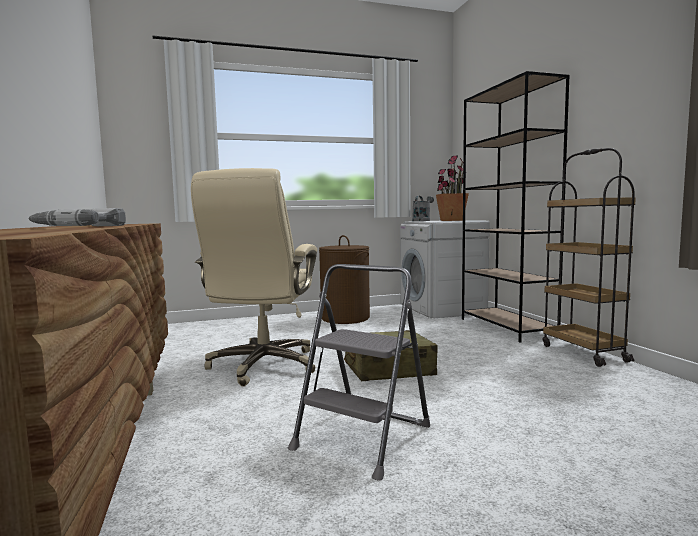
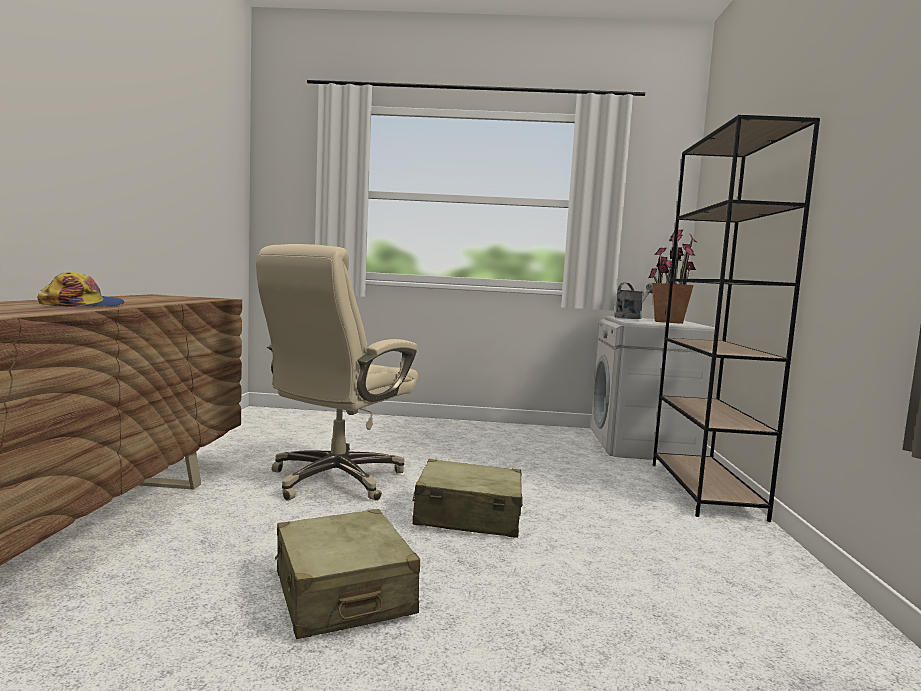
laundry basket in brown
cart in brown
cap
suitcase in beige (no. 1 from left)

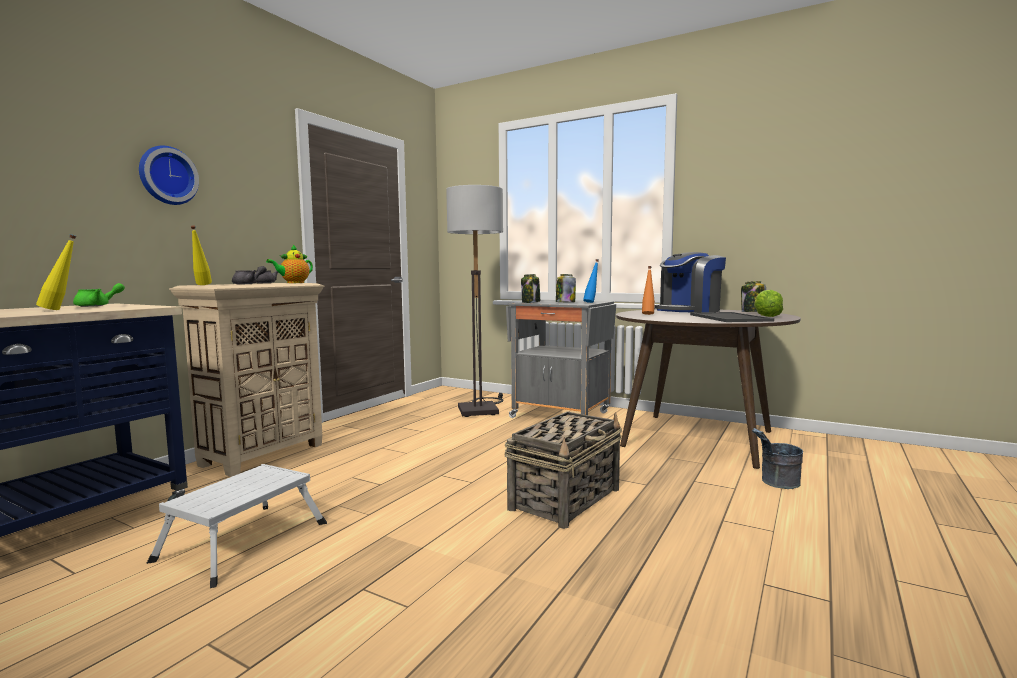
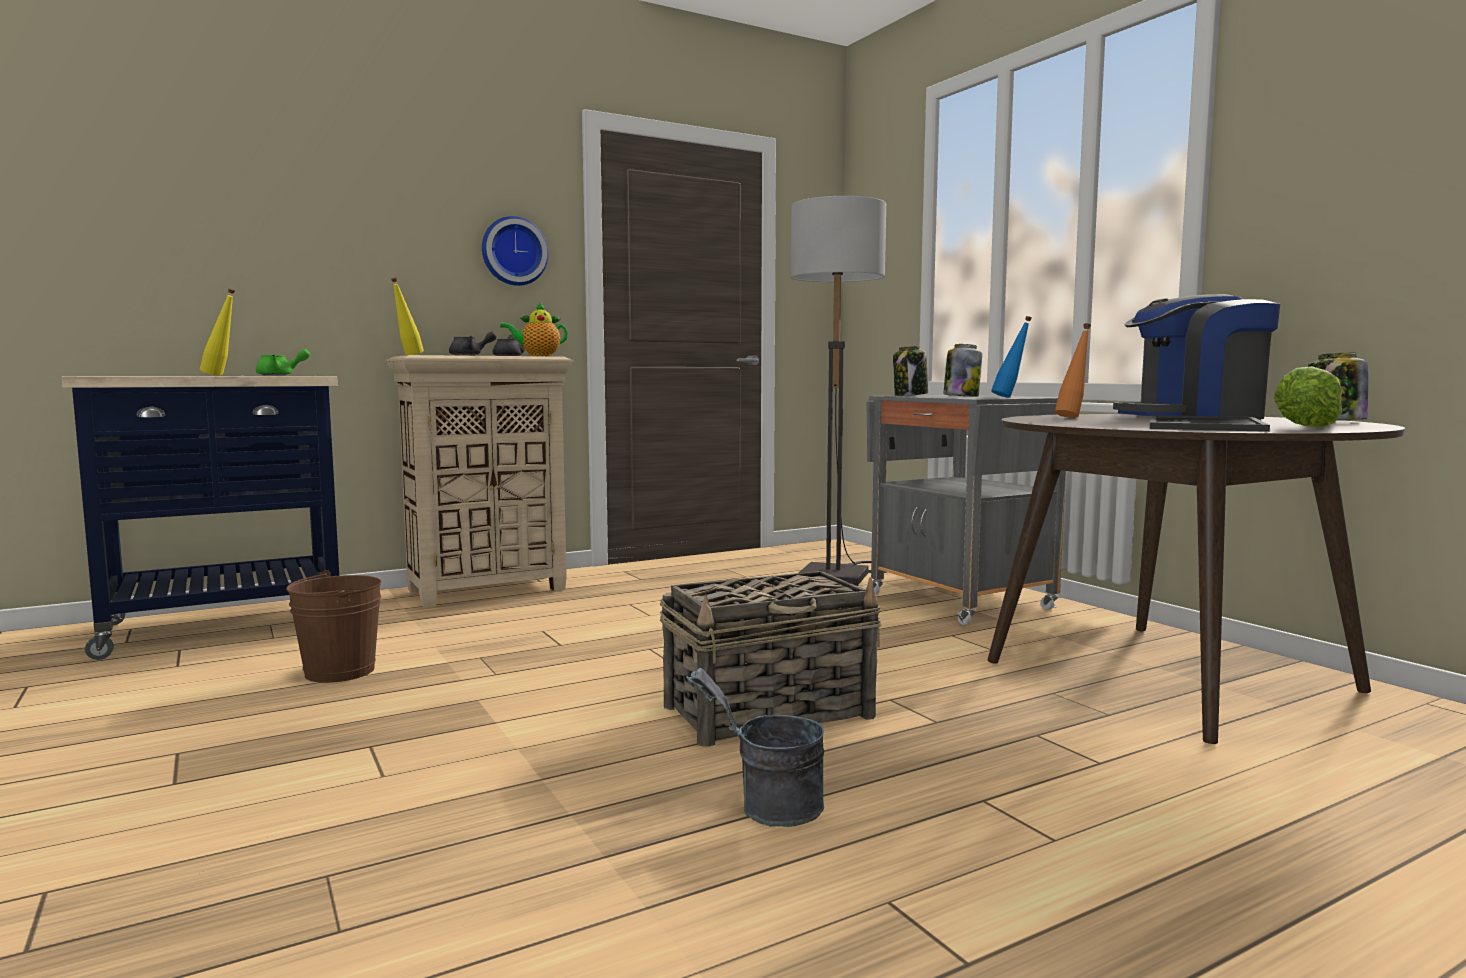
wall clock
bucket in grey
bucket in brown

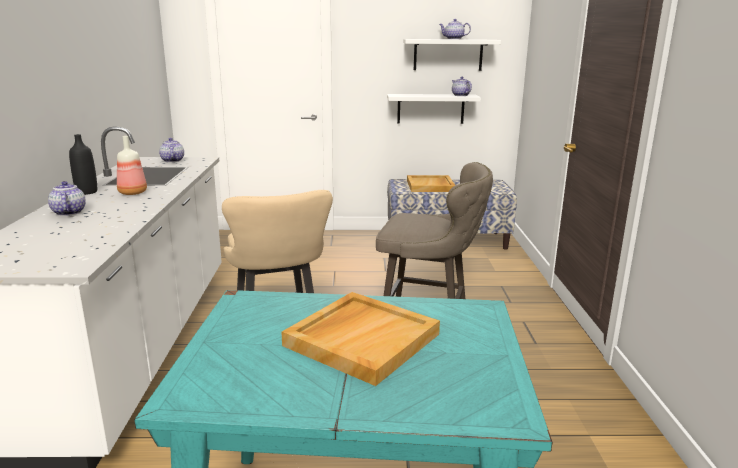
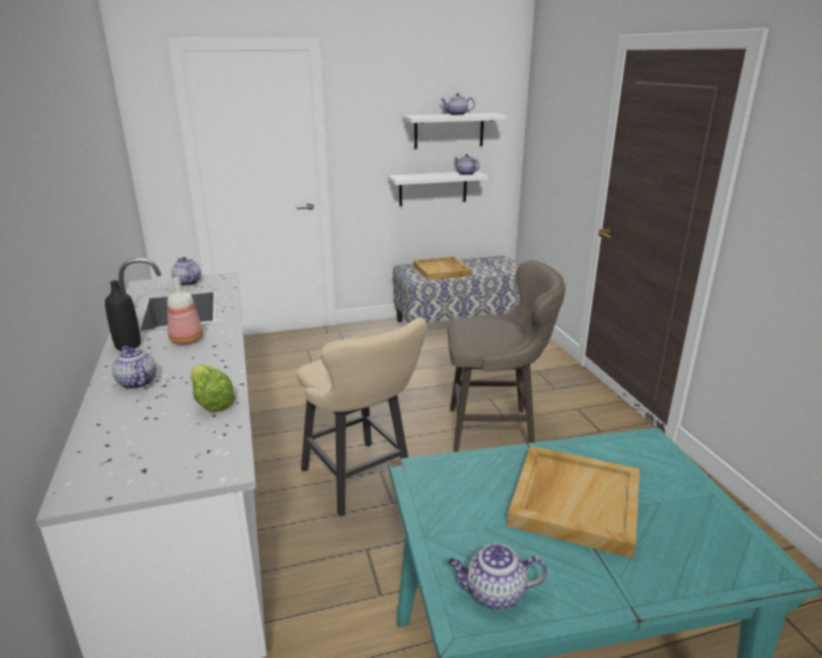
lettuce
teapot (no. 5 from left)

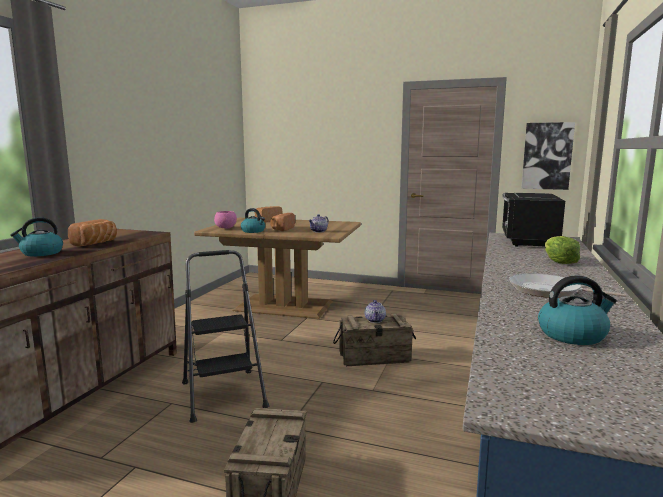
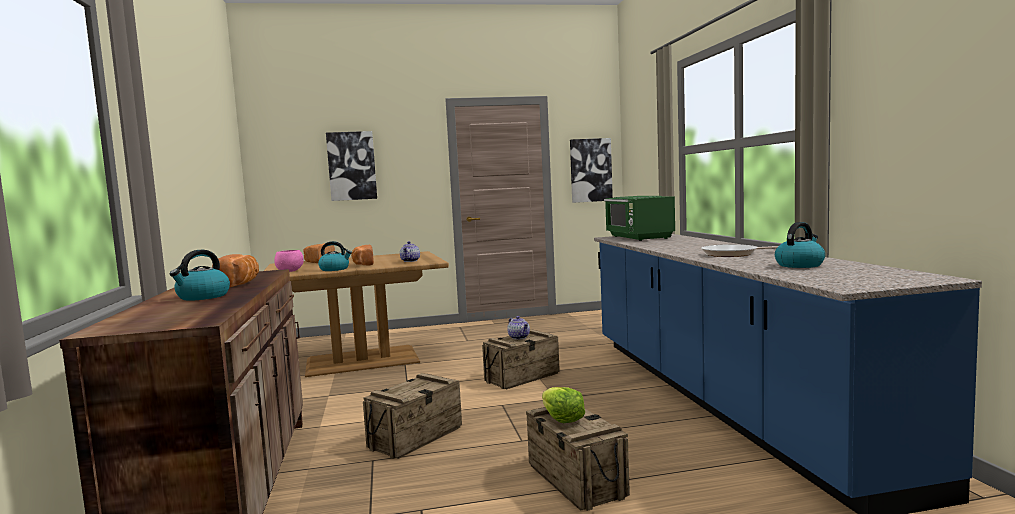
picture (no. 1 from left)
lettuce
crate (no. 1 from left)
microwave in green

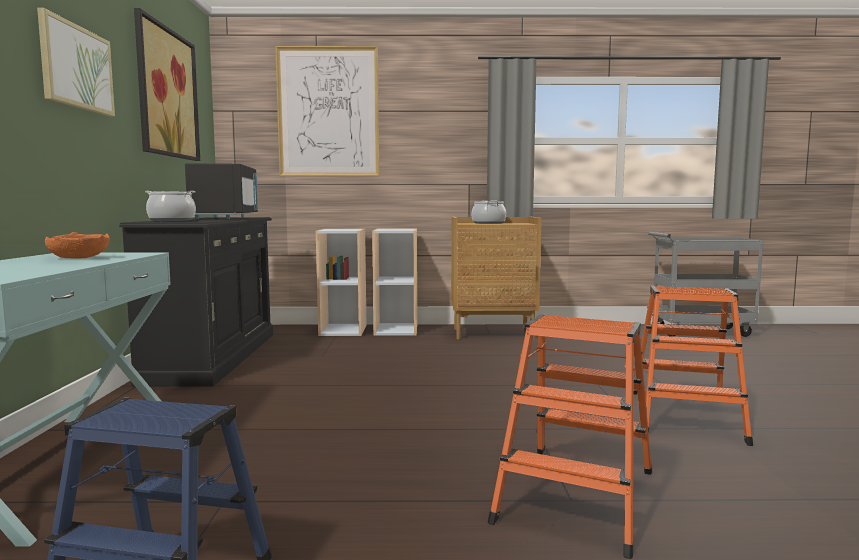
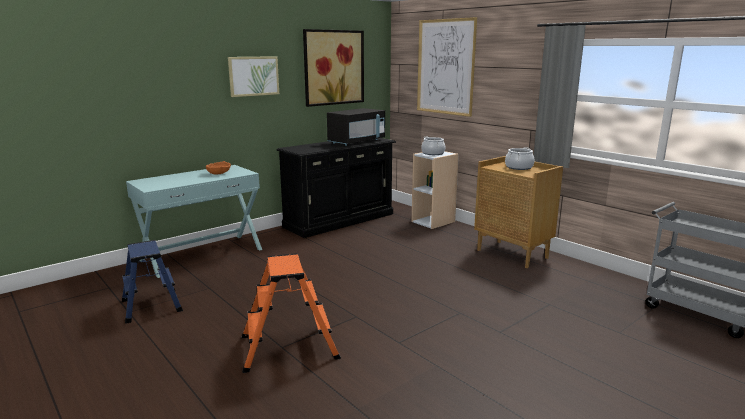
bookcase (no. 2 from left in the first image)
step ladder in orange (no. 2 from left in the first image)
cooking pot (no. 1 from left)

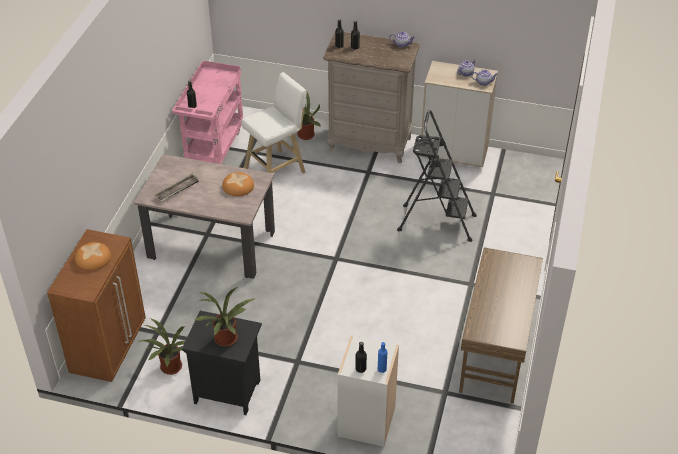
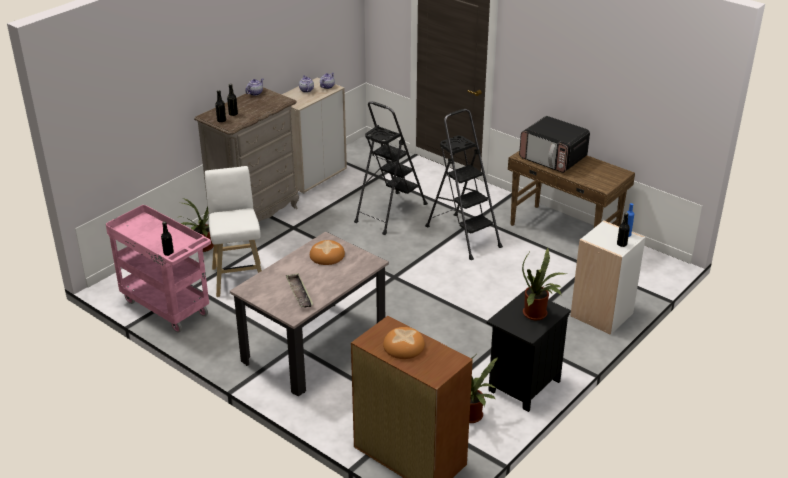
step ladder (no. 2 from left)
microwave

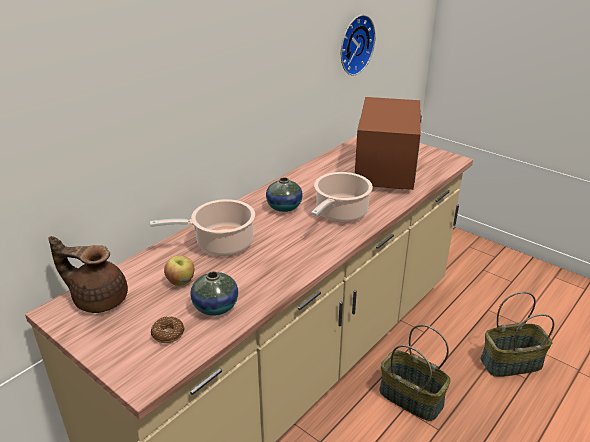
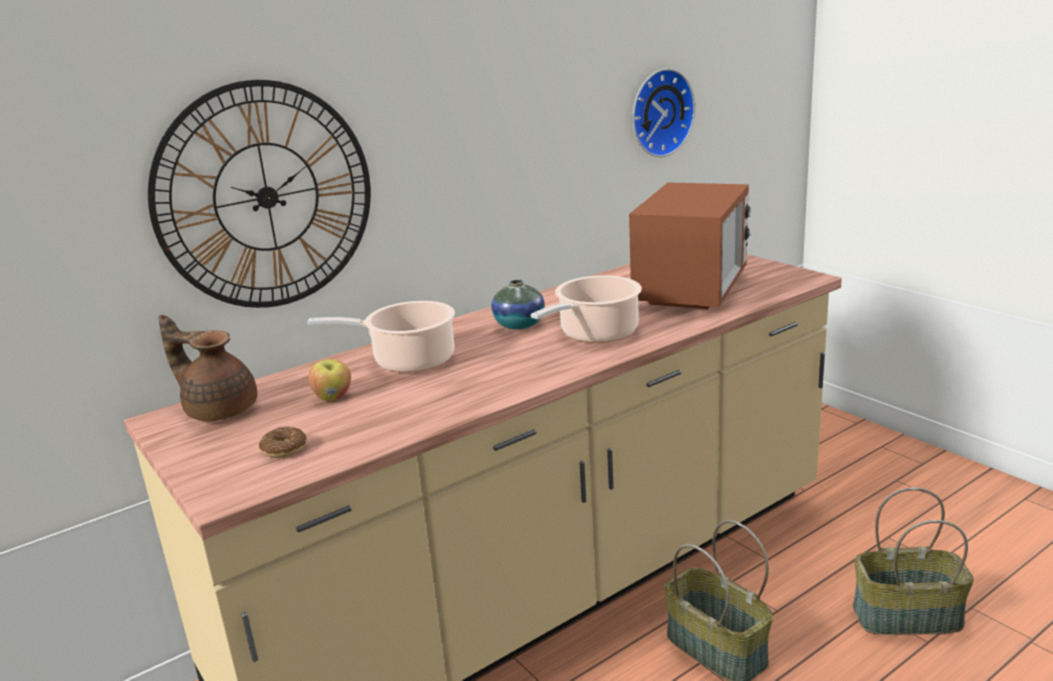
vase (no. 1 from left in the first image)
wall clock (no. 1 from left)

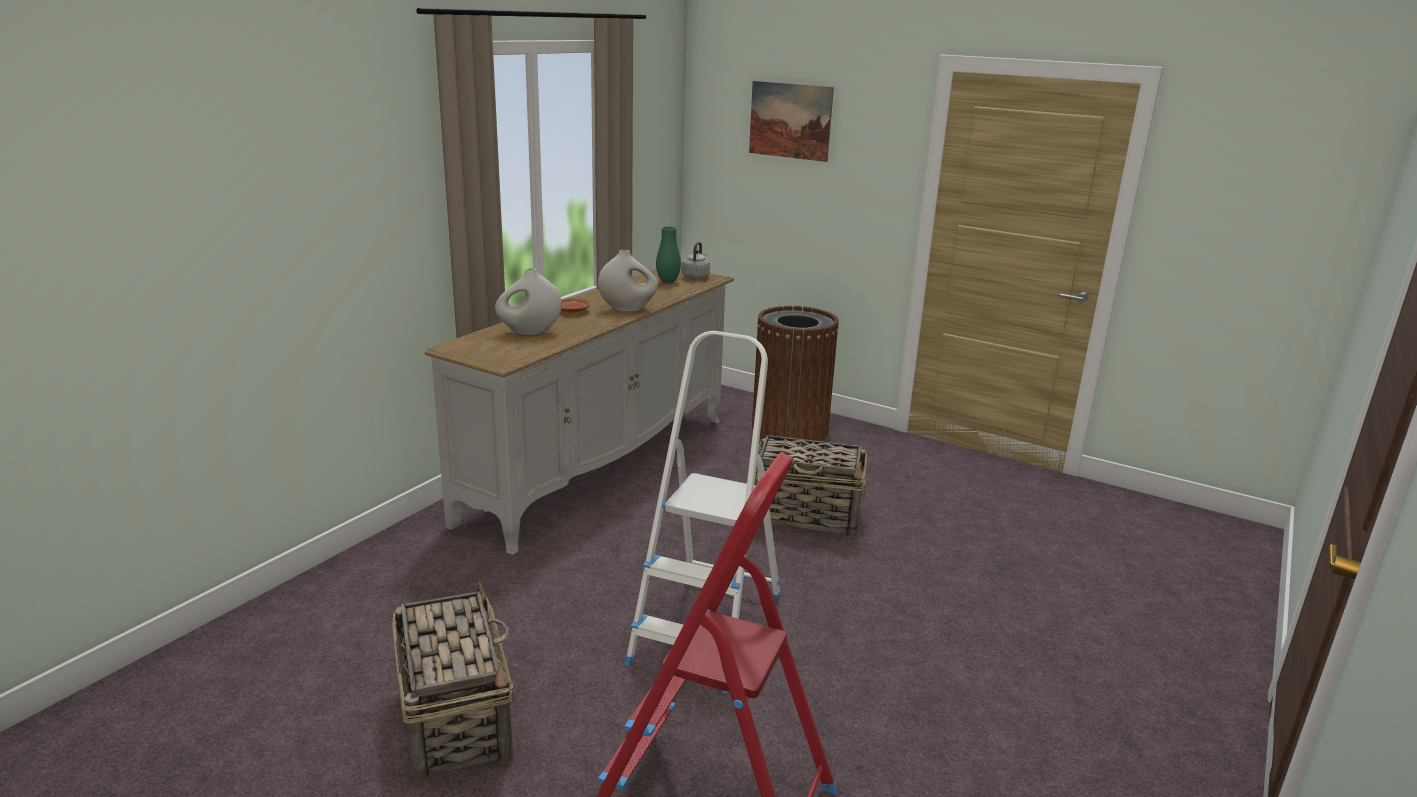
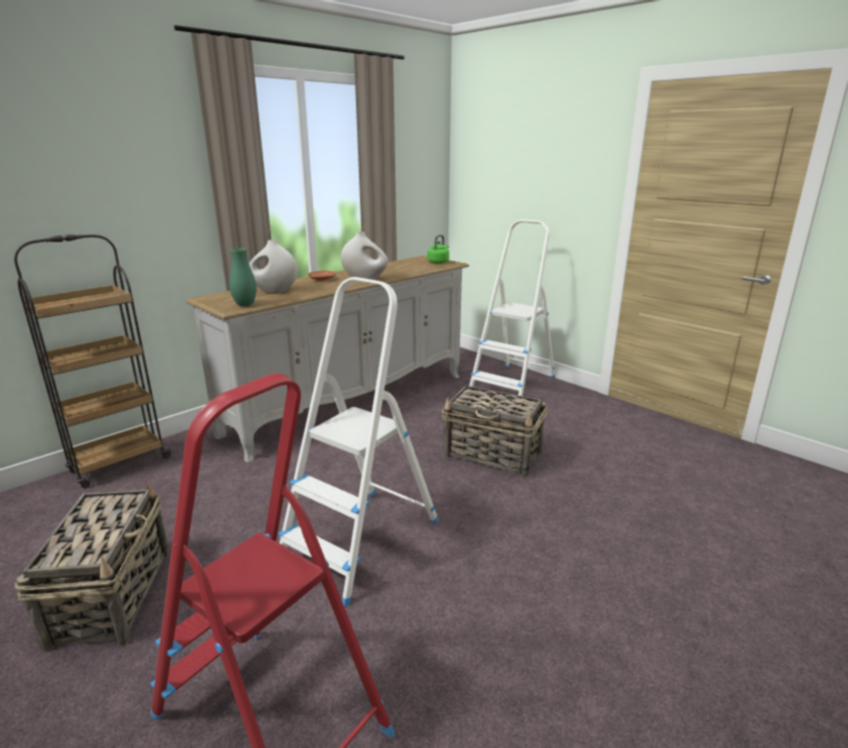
picture
cart in brown
vase in green
step ladder in white (no. 2 from left)
kettle in green

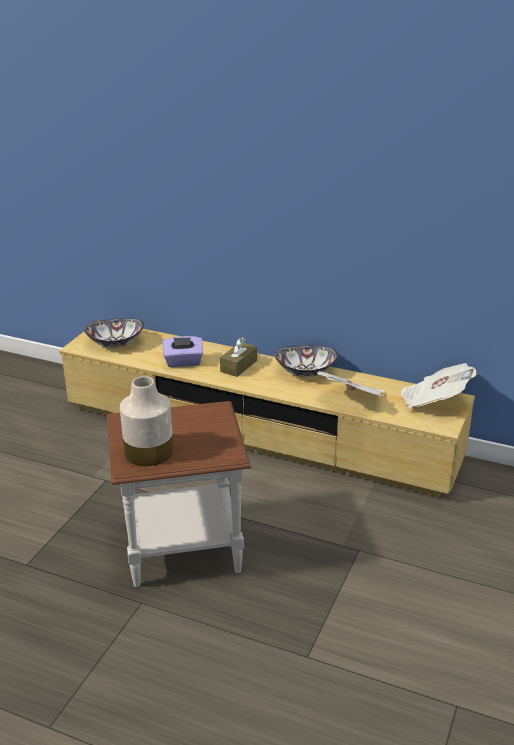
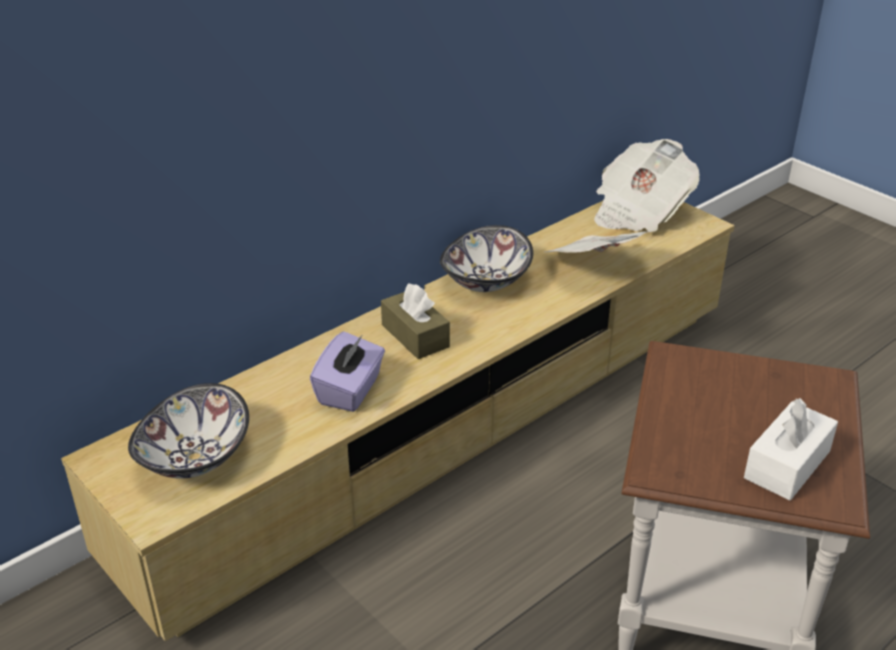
tissue box in white

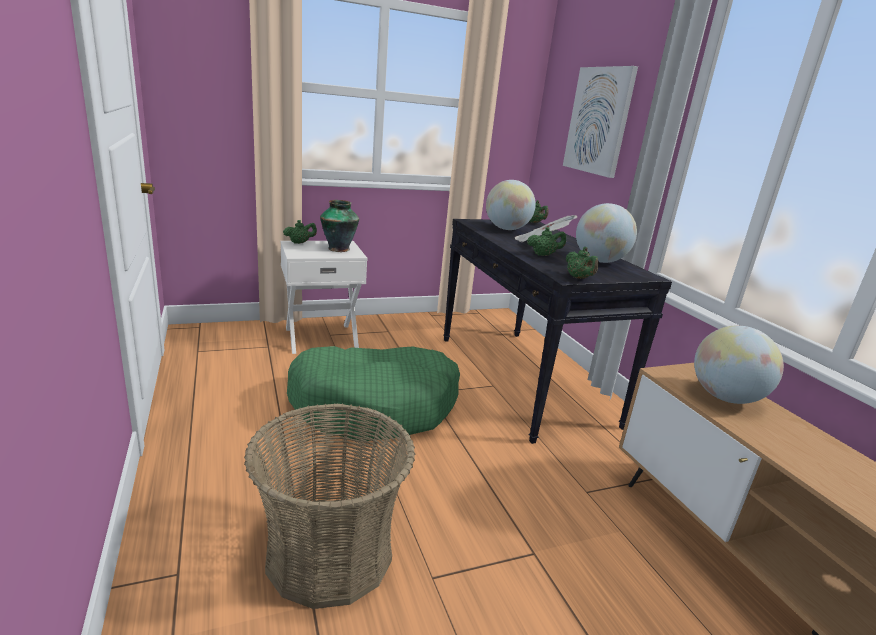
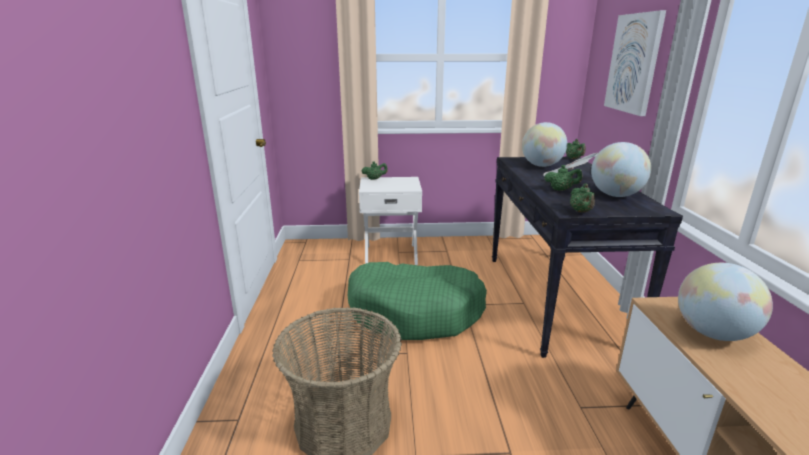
vase

